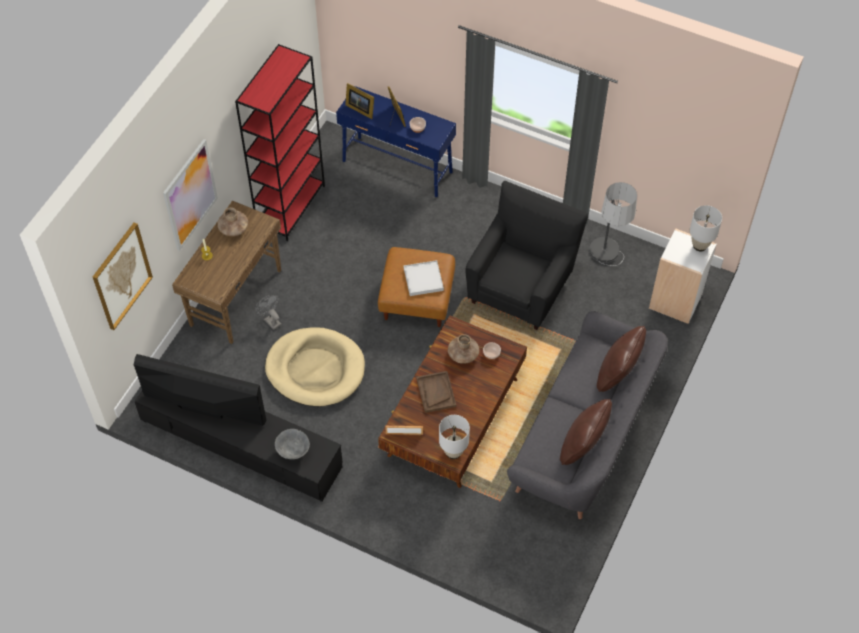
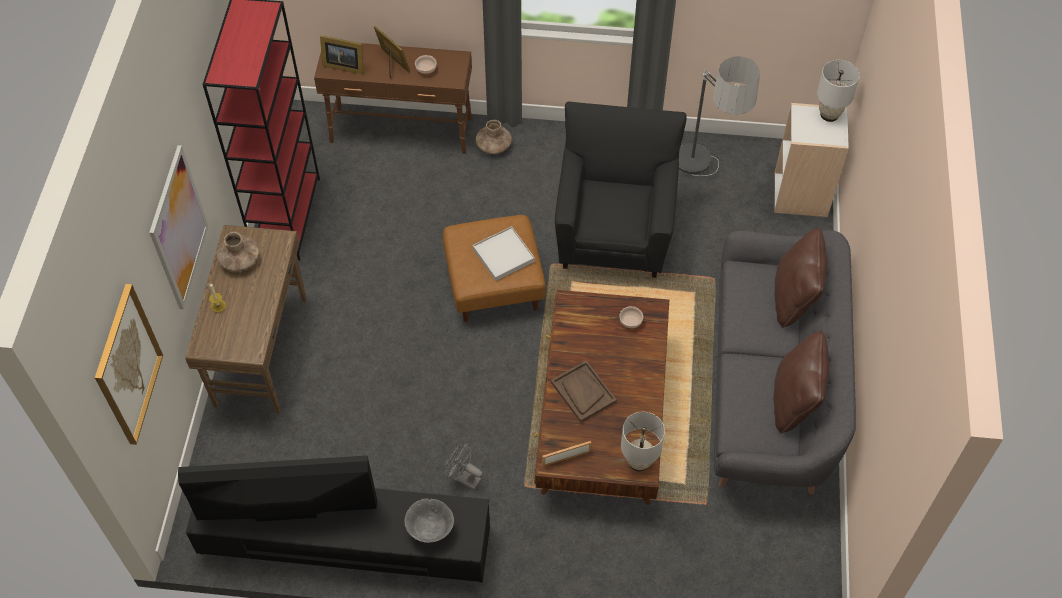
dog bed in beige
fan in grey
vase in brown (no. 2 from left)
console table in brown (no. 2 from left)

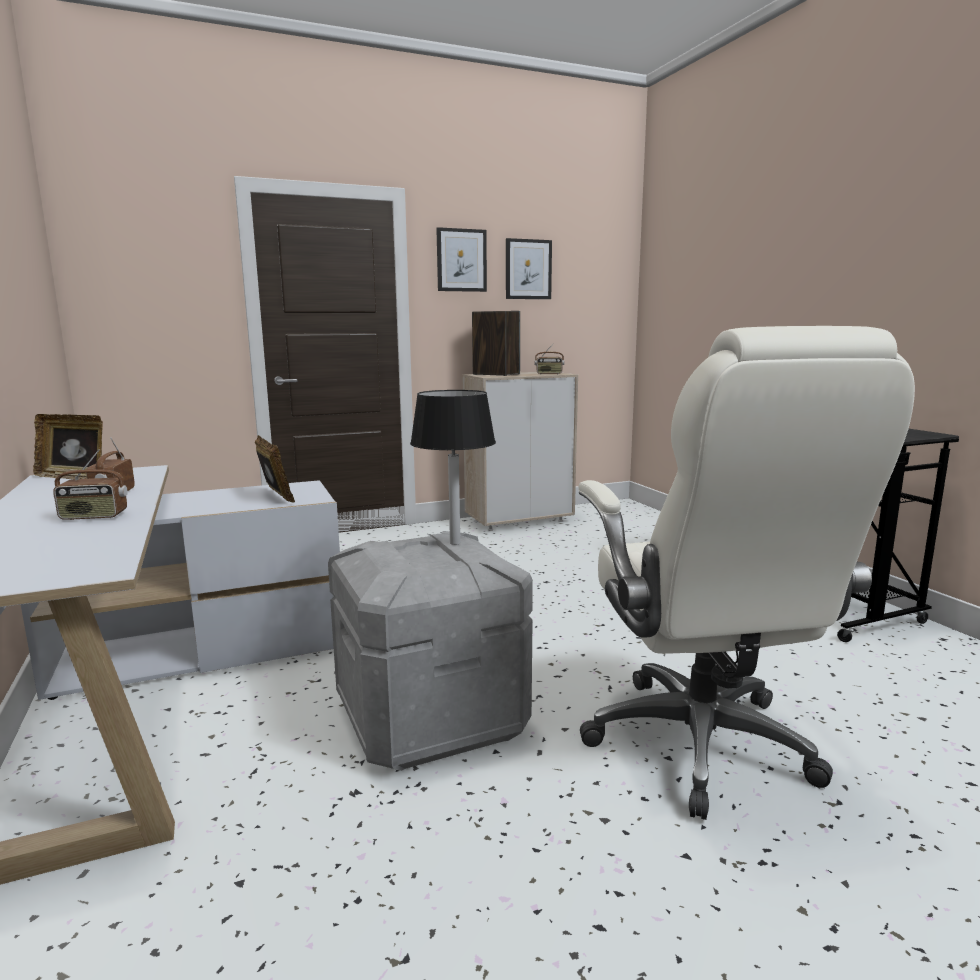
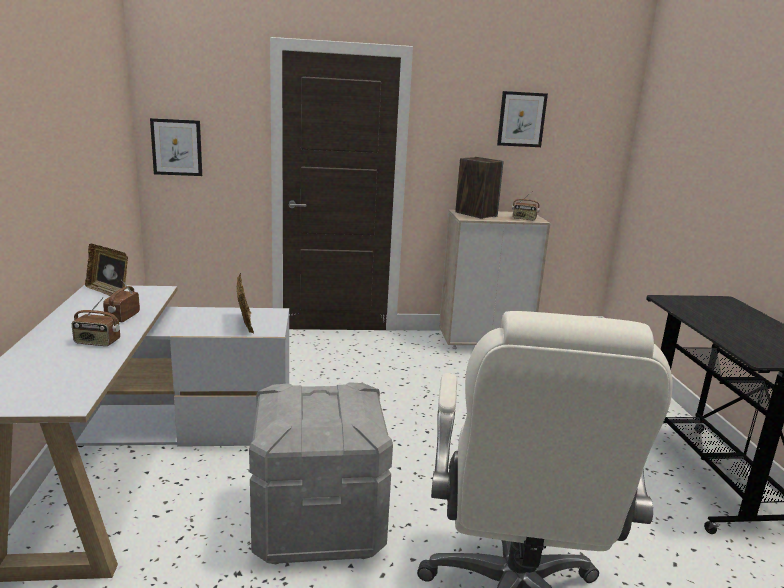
table lamp in black
picture (no. 1 from left)

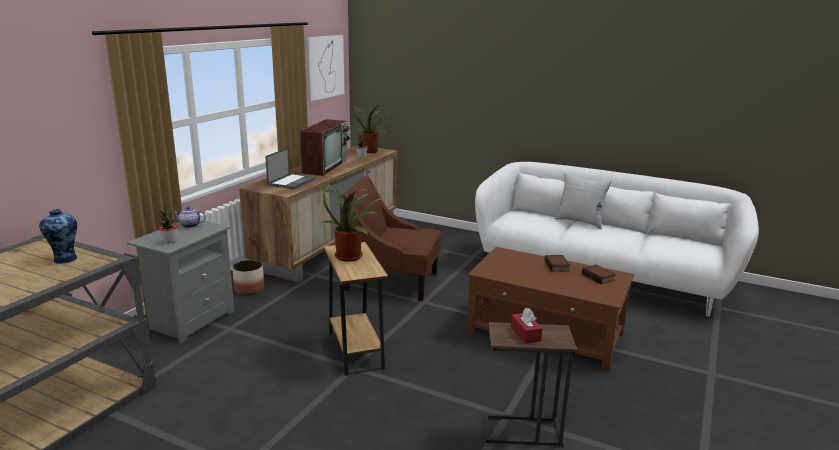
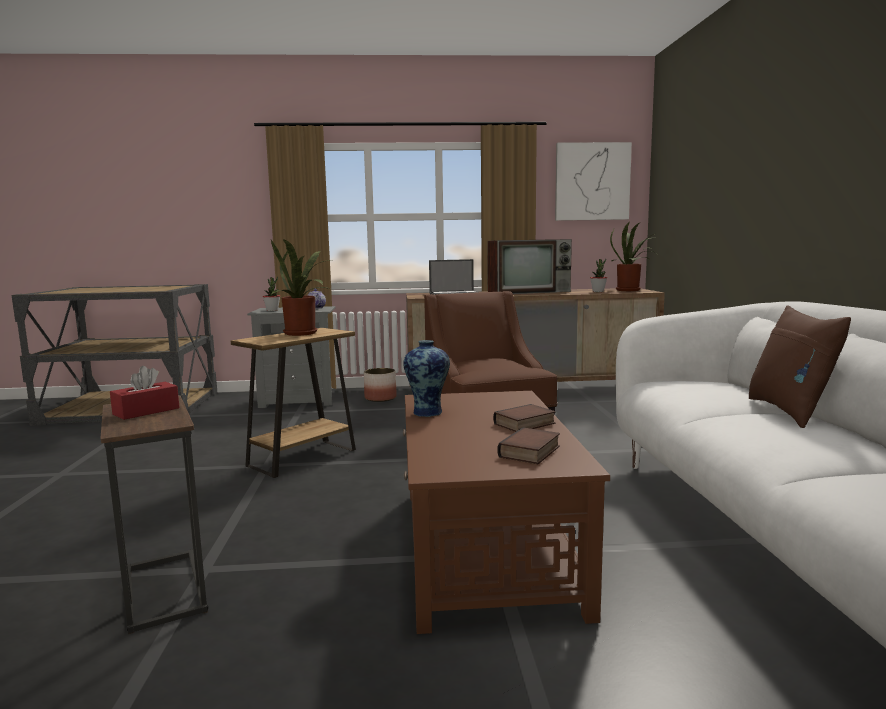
vase
pillow in brown

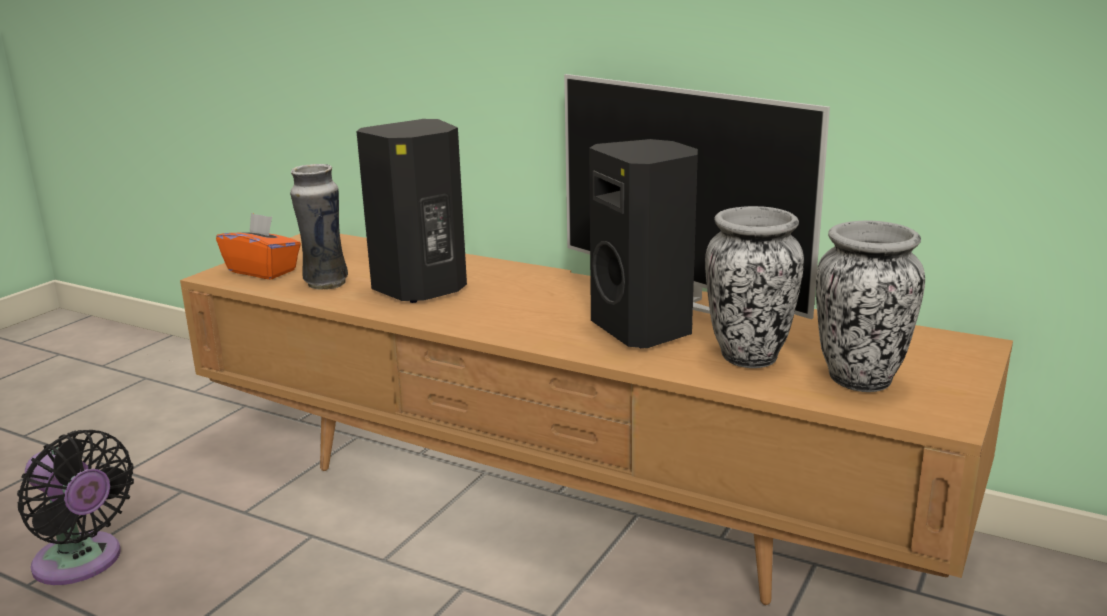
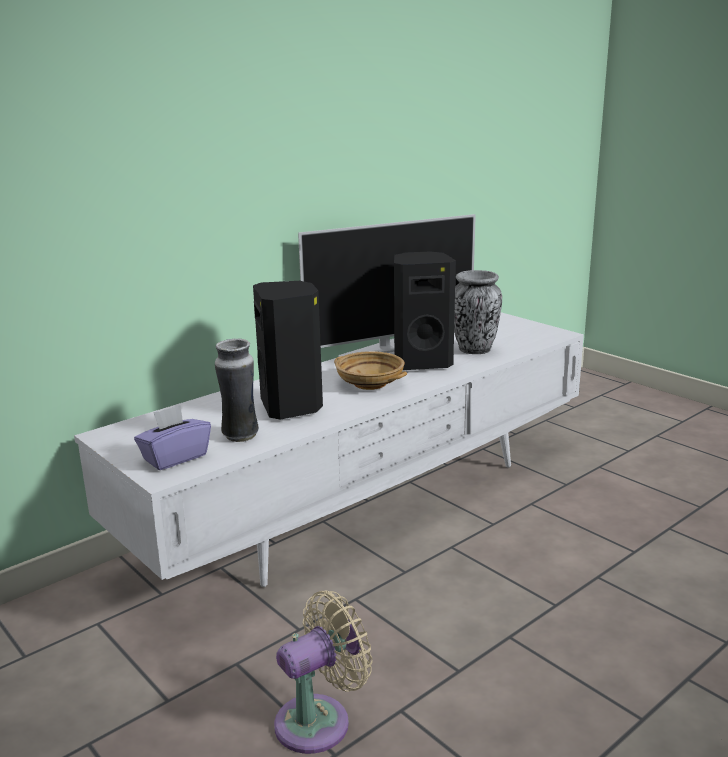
vase (no. 3 from left in the first image)
bowl in beige
fan in beige
tv stand in white
tissue box in purple

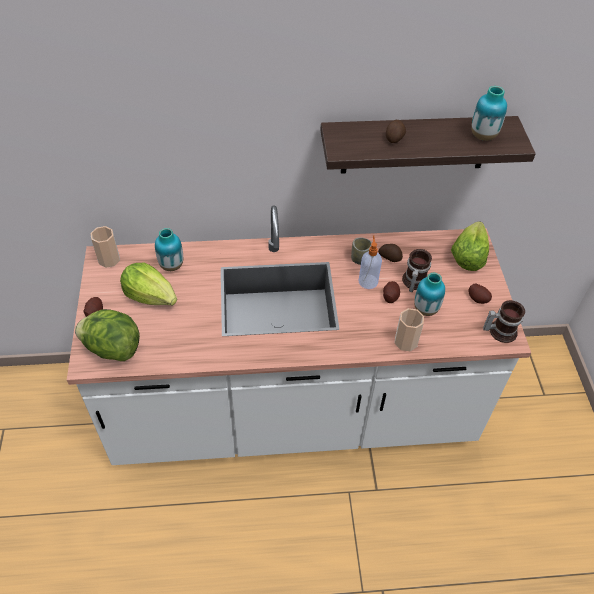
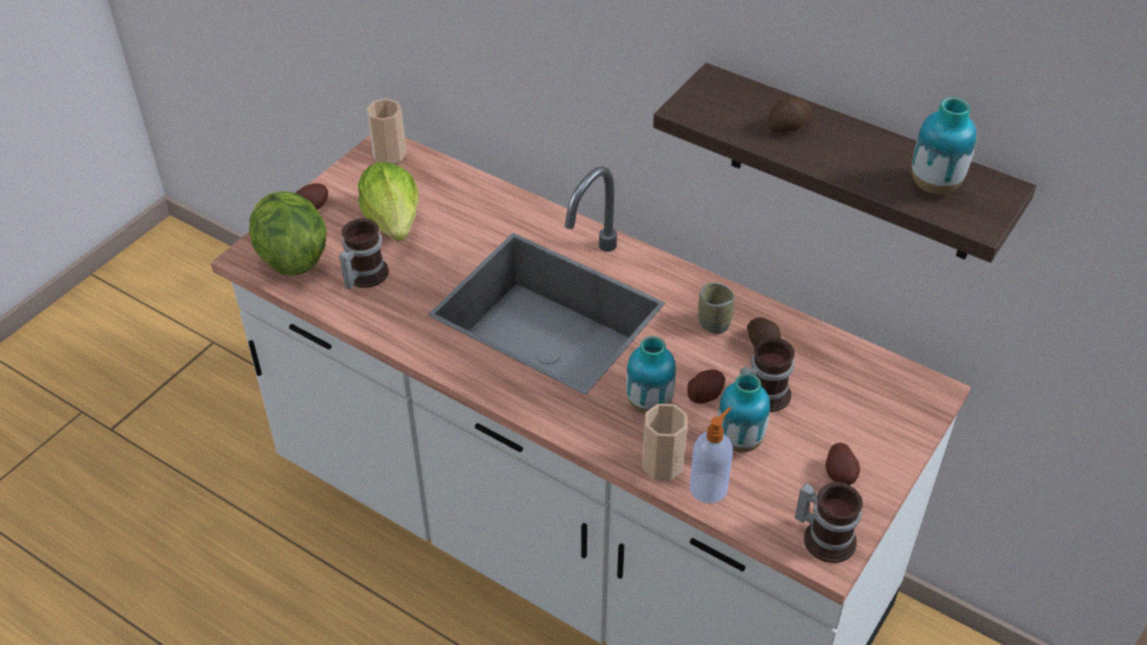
lettuce (no. 3 from left in the first image)
mug (no. 1 from left)
vase (no. 1 from left)
soap dispenser

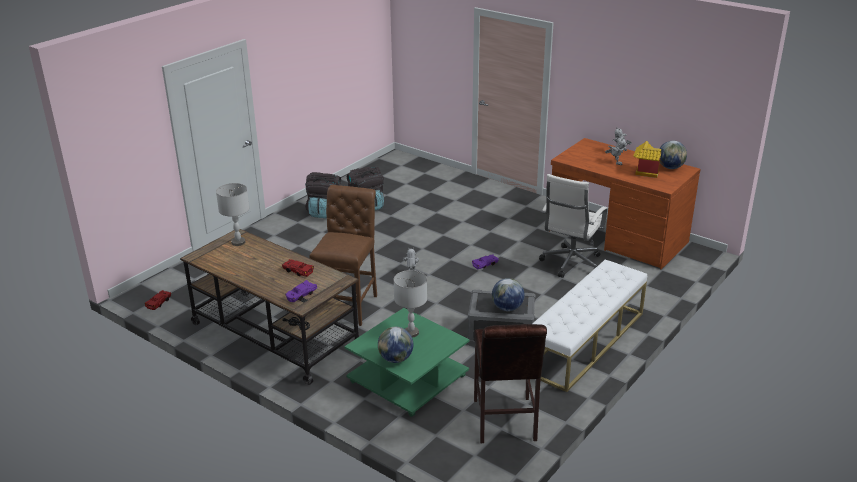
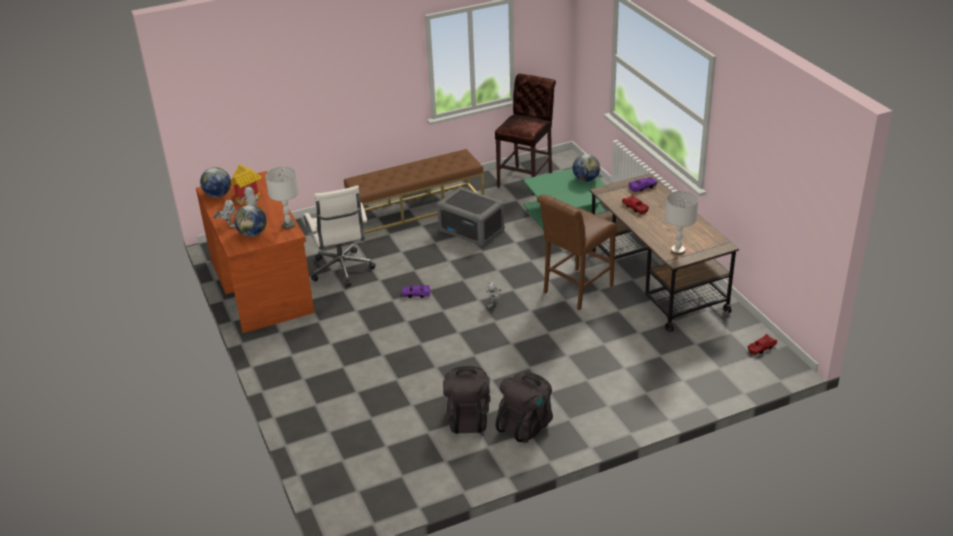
table lamp in grey (no. 1 from left)
globe (no. 2 from left)
bench in brown
office chair in white

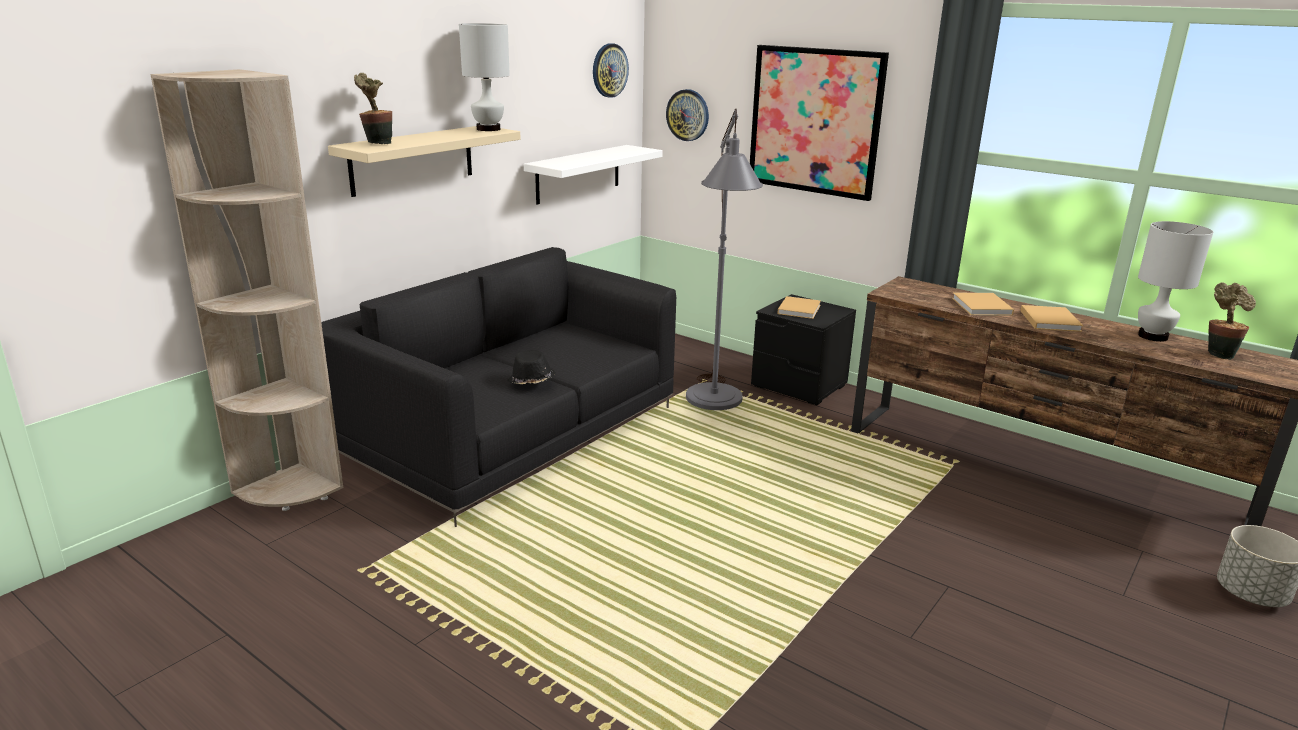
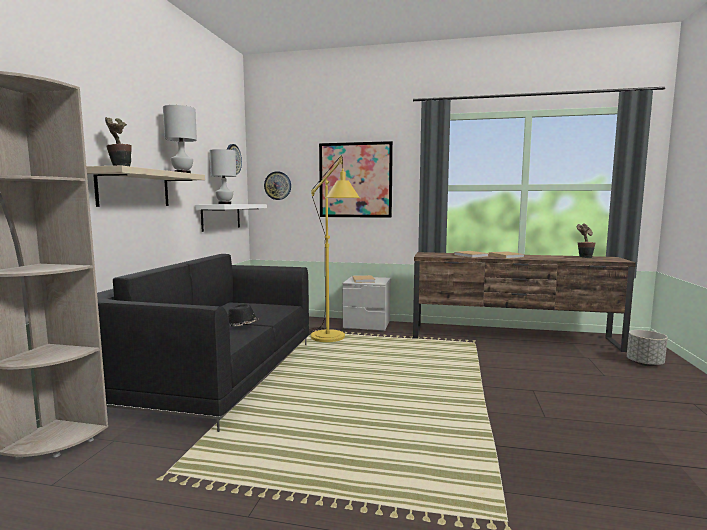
table lamp in white (no. 2 from left)
floor lamp in yellow
nightstand in white

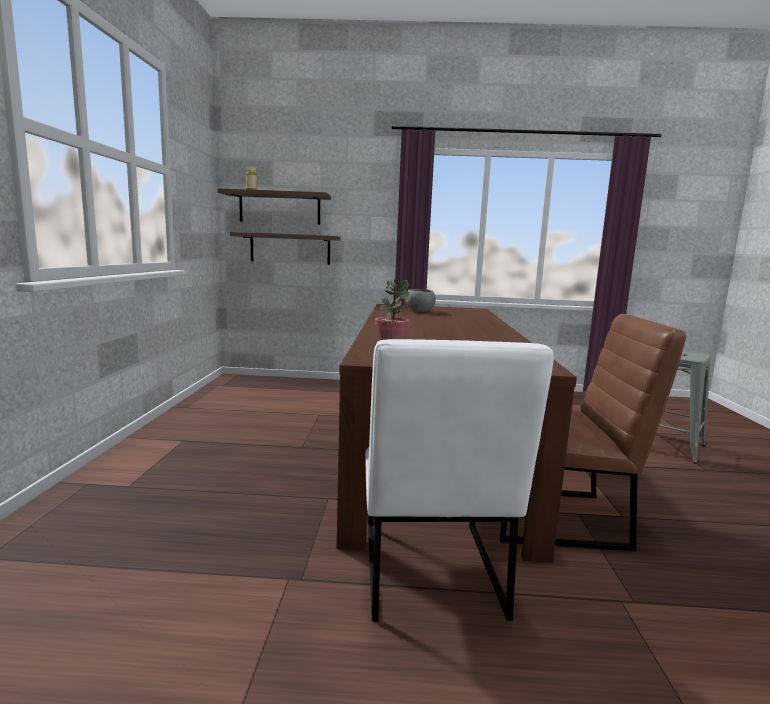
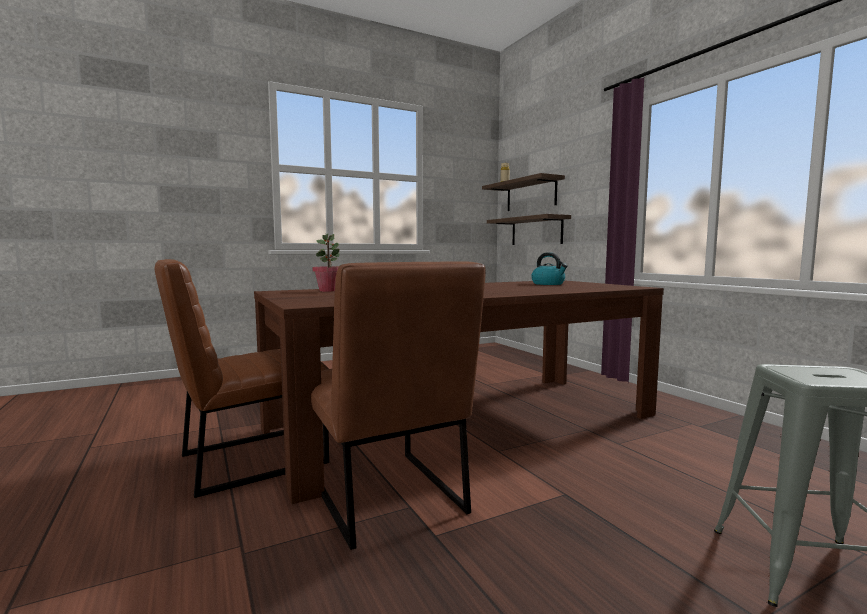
kettle
chair in brown (no. 1 from left)

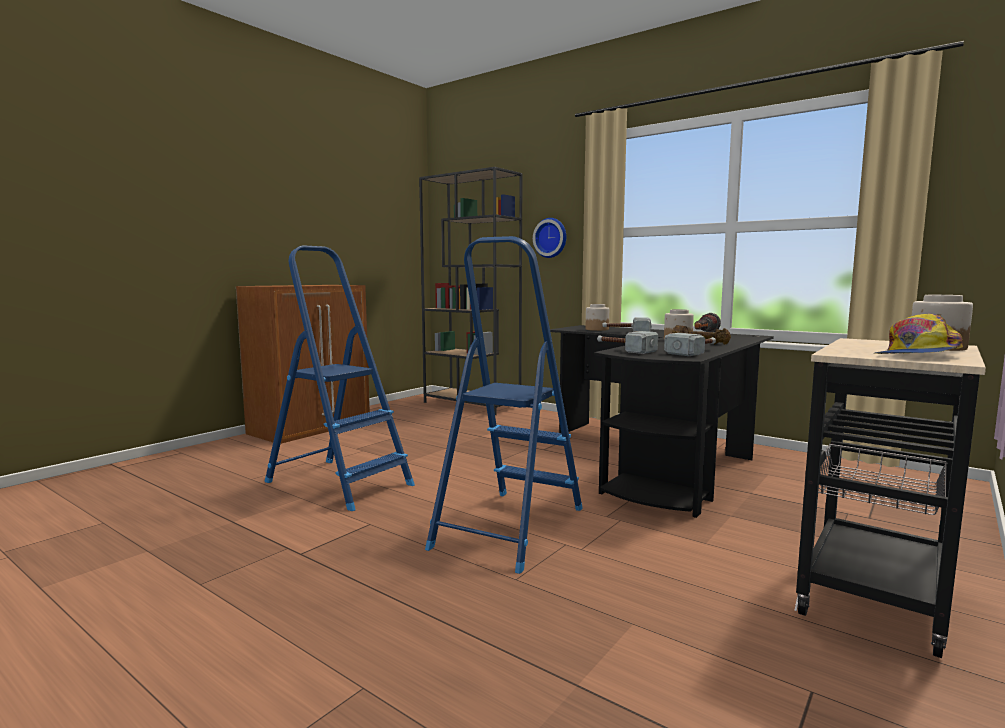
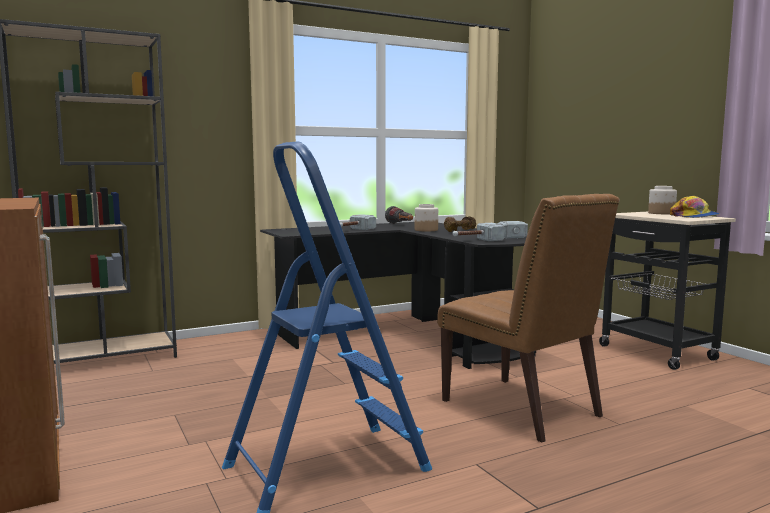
wall clock
jar (no. 1 from left in the first image)
chair in brown

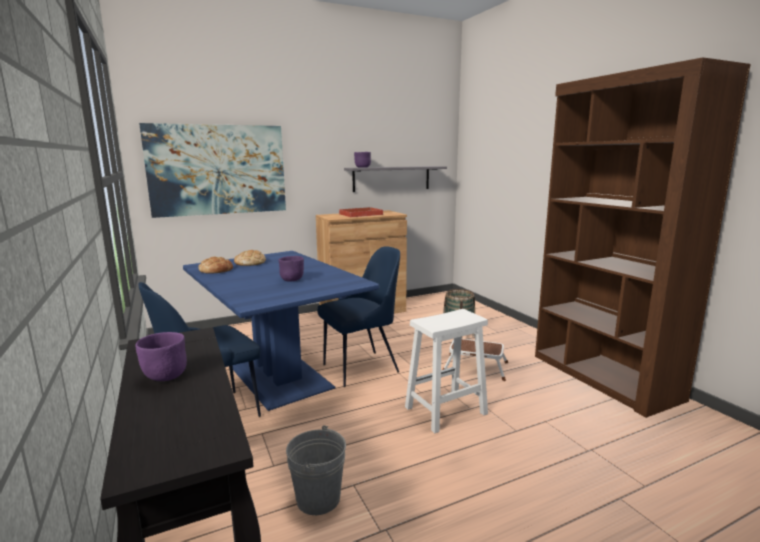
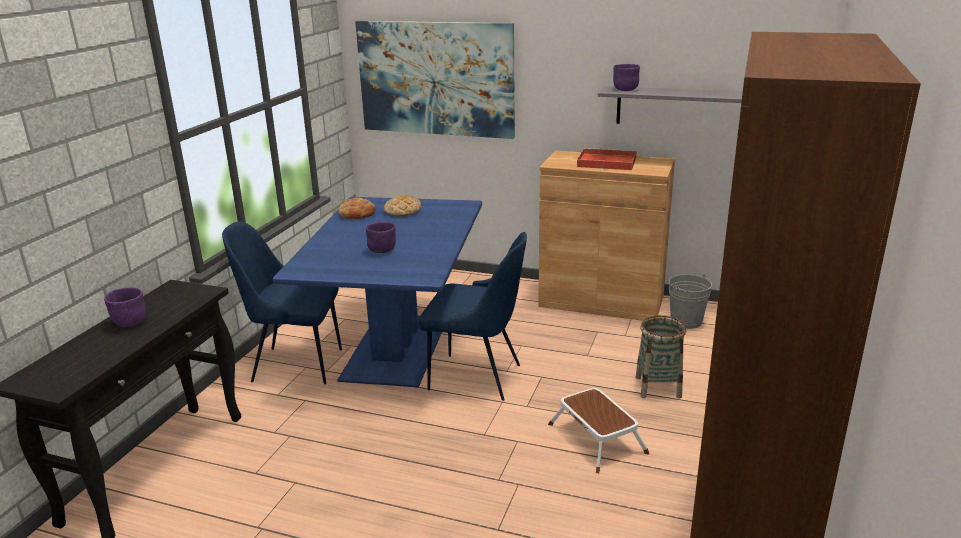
stool in white
bucket in grey

